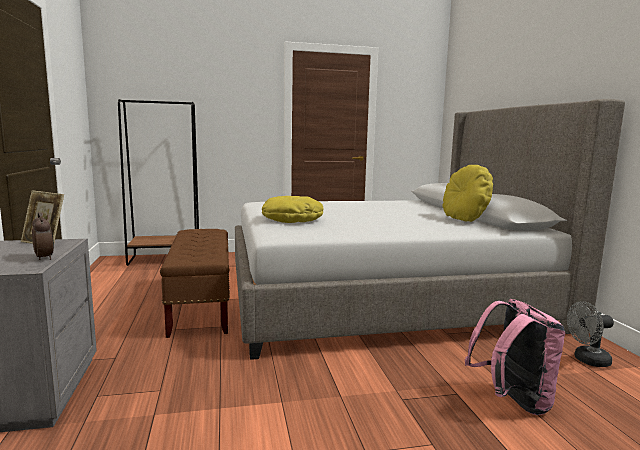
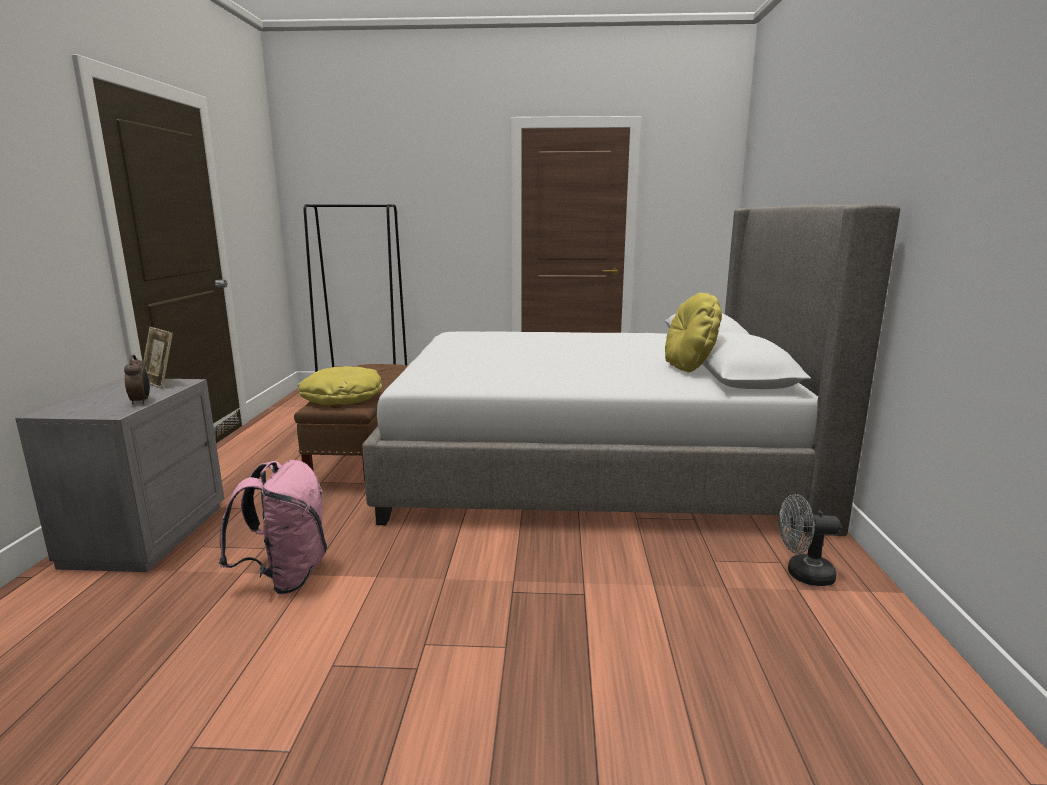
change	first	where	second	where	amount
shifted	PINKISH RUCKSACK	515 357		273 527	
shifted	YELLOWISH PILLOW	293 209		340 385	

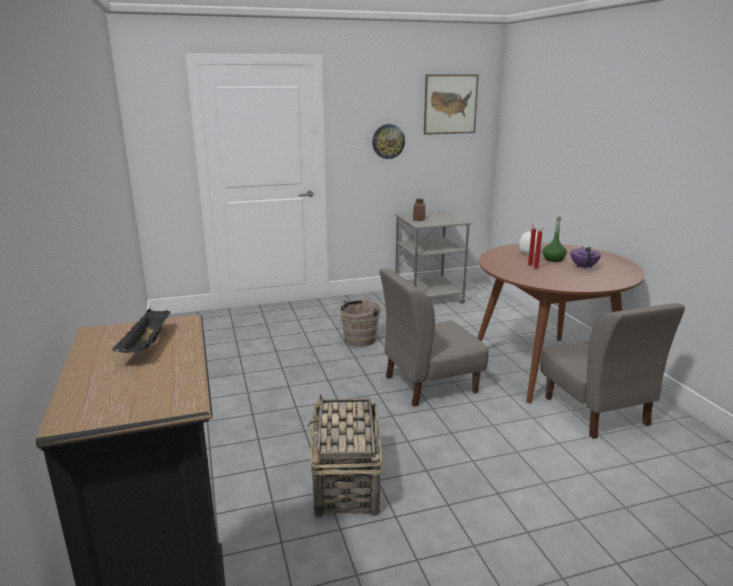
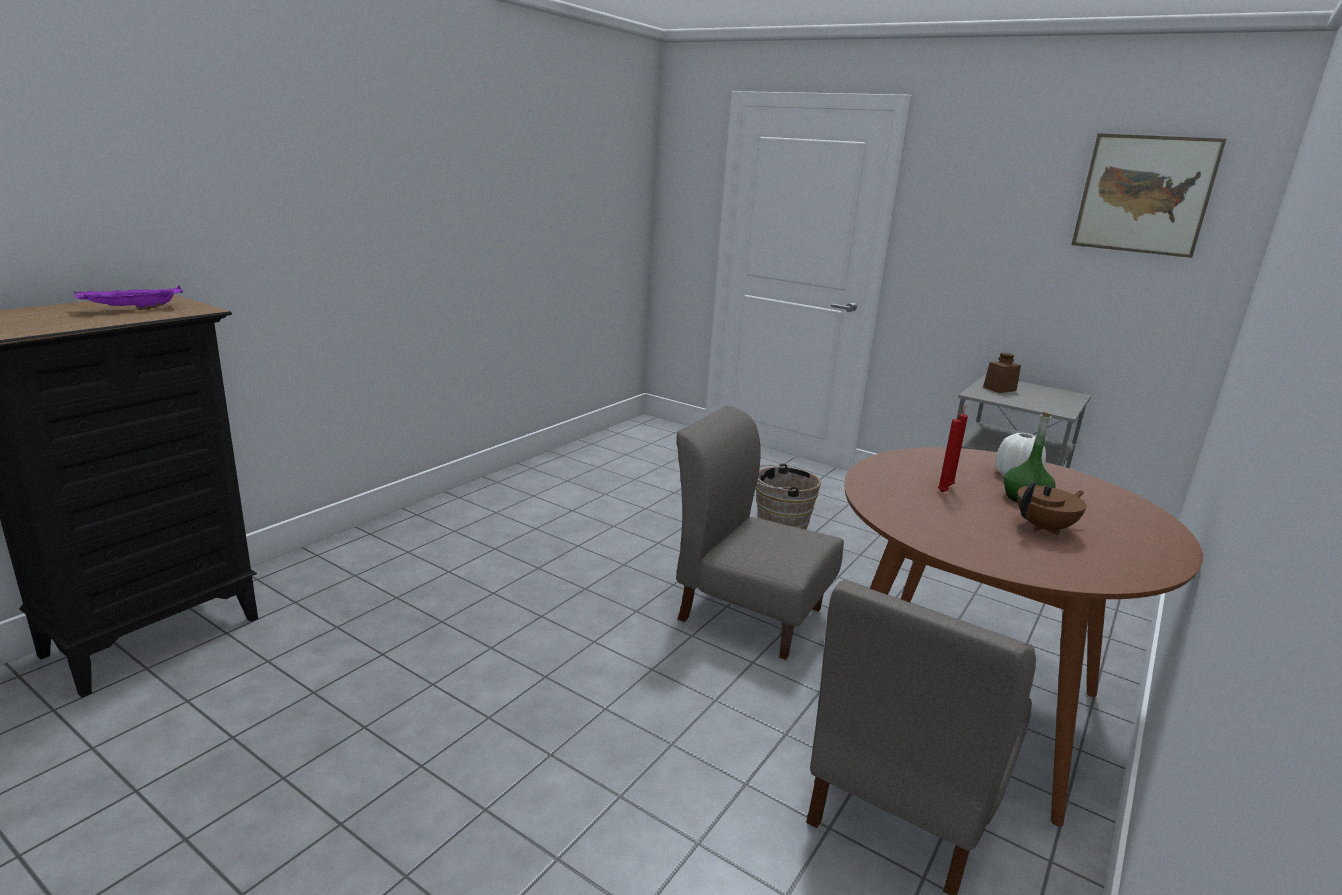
change	first	where	second	where	amount
repainted	BLACK-COLOURED SERVING TRAY	141 331	PURPLE SERVING TRAY	128 298	
repainted	PURPLE POT FOR TEA	586 258	BROWNISH POT FOR TEA	1051 509	
gone	BASKET	344 455			
gone	CLOCK ON THE WALL	388 141			

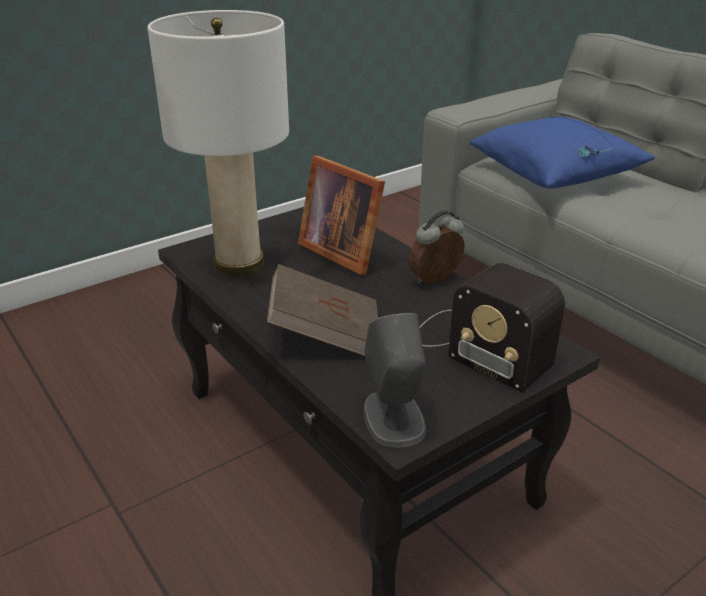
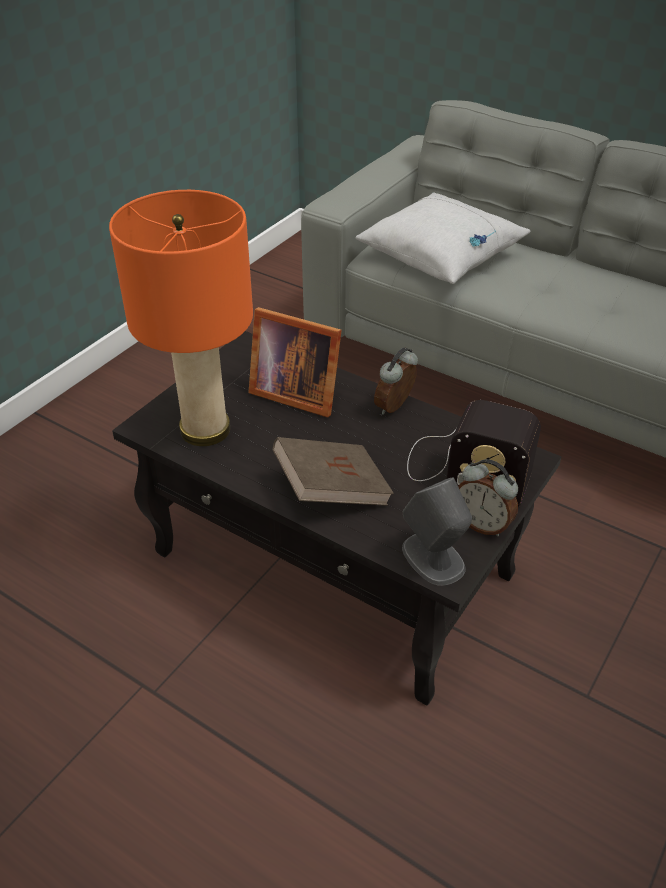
change	first	where	second	where	amount
repainted	WHITE TABLE LAMP	218 143	ORANGE-COLOURED TABLE LAMP	181 318	
repainted	BLUE PILLOW	562 152	GREY PILLOW	443 238	
new			TABLE CLOCK	488 498	

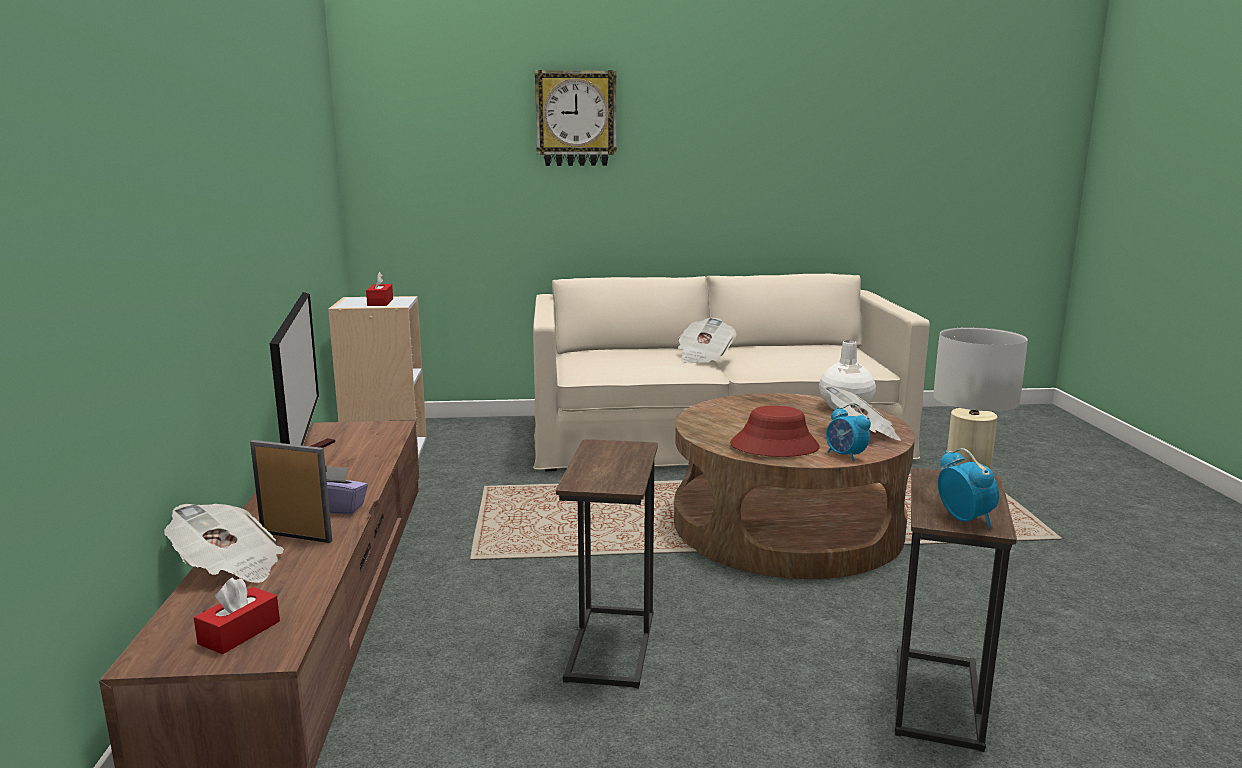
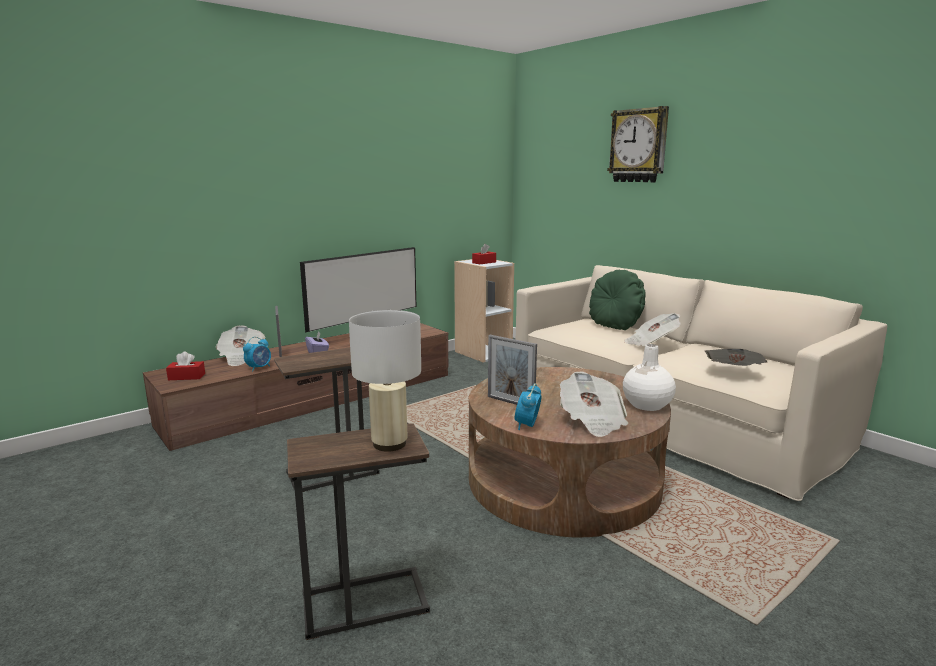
change	first	where	second	where	amount
shifted	TABLE CLOCK	968 487		257 354	
swapped	RED HAT	775 431	STANDING FRAME	512 370	
new			GREEN PILLOW	617 300	
new			NEWSPAPER	736 357	

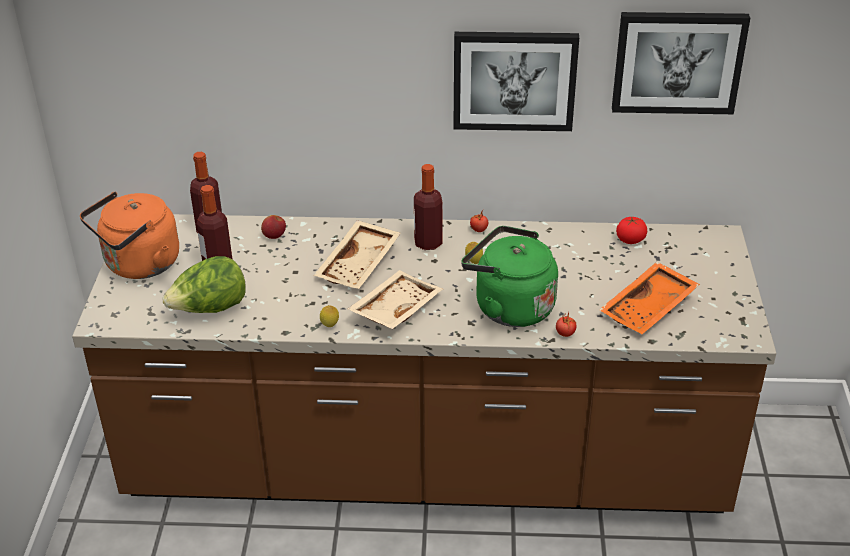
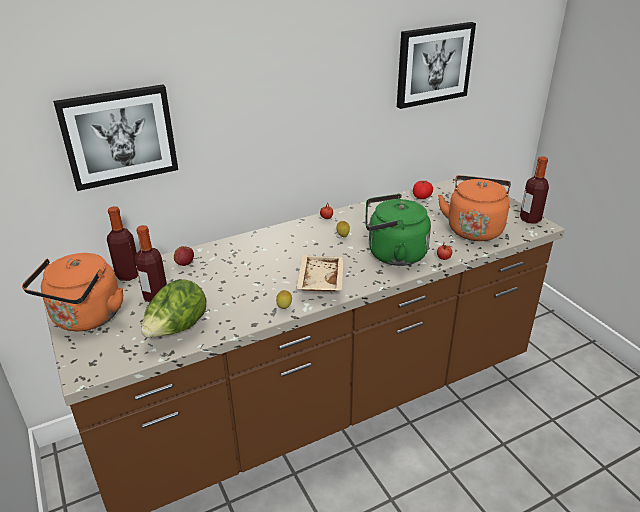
change	first	where	second	where	amount
shifted	PICTURE	516 81		115 137	
swapped	ORANGE-COLOURED SERVING TRAY	649 298	ORANGE-COLOURED TEA KETTLE	474 208	
shifted	BEVERAGE BOTTLE	428 207		534 190	
gone	BEIGE SERVING TRAY	357 254			

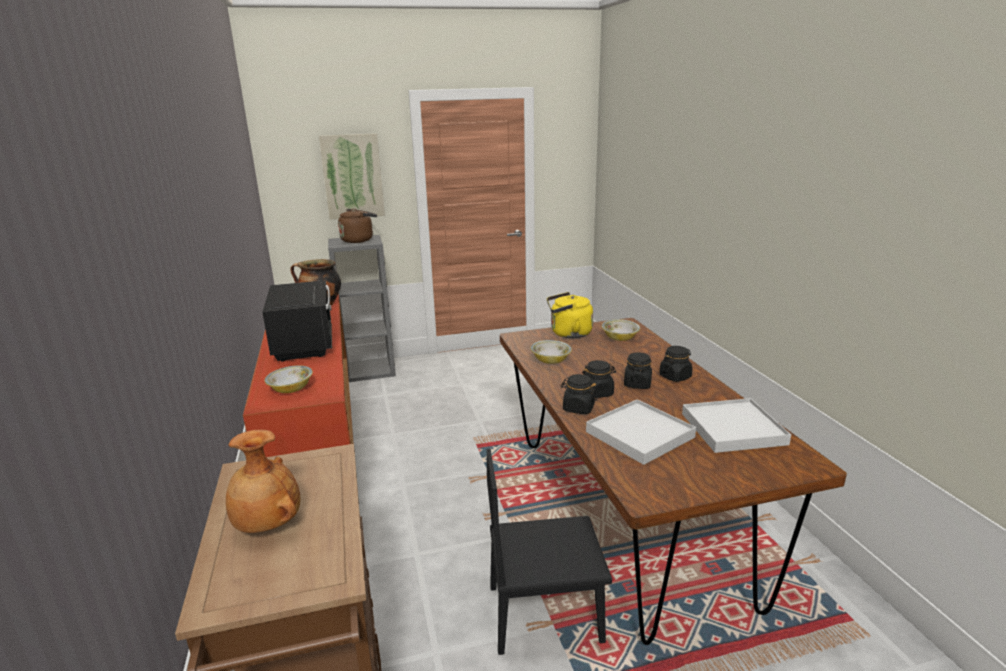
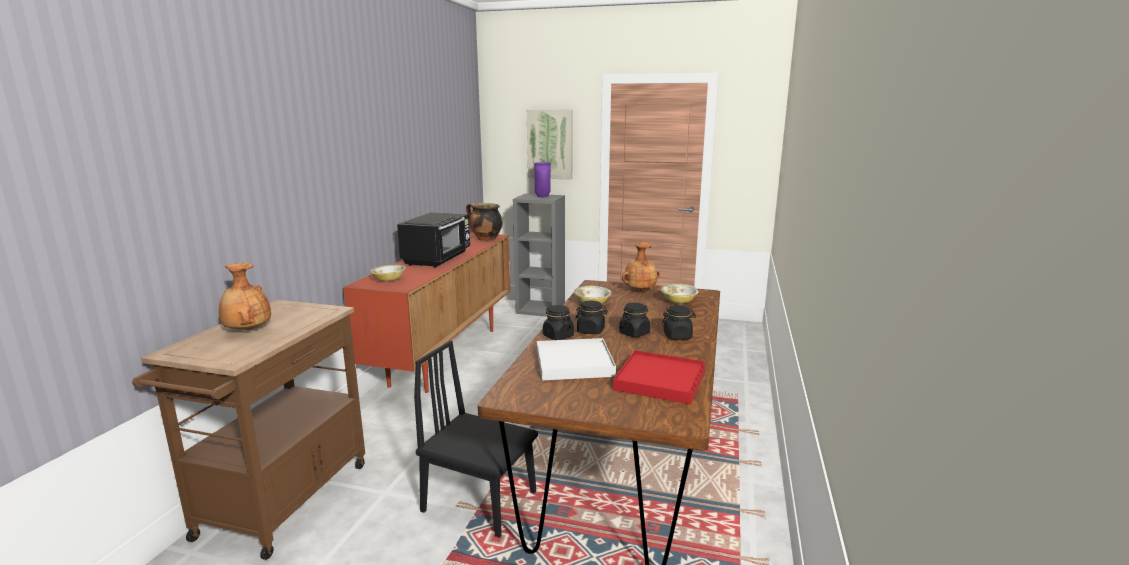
change	first	where	second	where	amount
swapped	BROWNISH TEA KETTLE	357 226	PURPLE DECORATIVE VASE	542 179	
repainted	WHITE SERVING TRAY	736 425	RED SERVING TRAY	659 377	
swapped	YELLOWISH TEA KETTLE	570 315	BROWNISH DECORATIVE VASE	641 266	

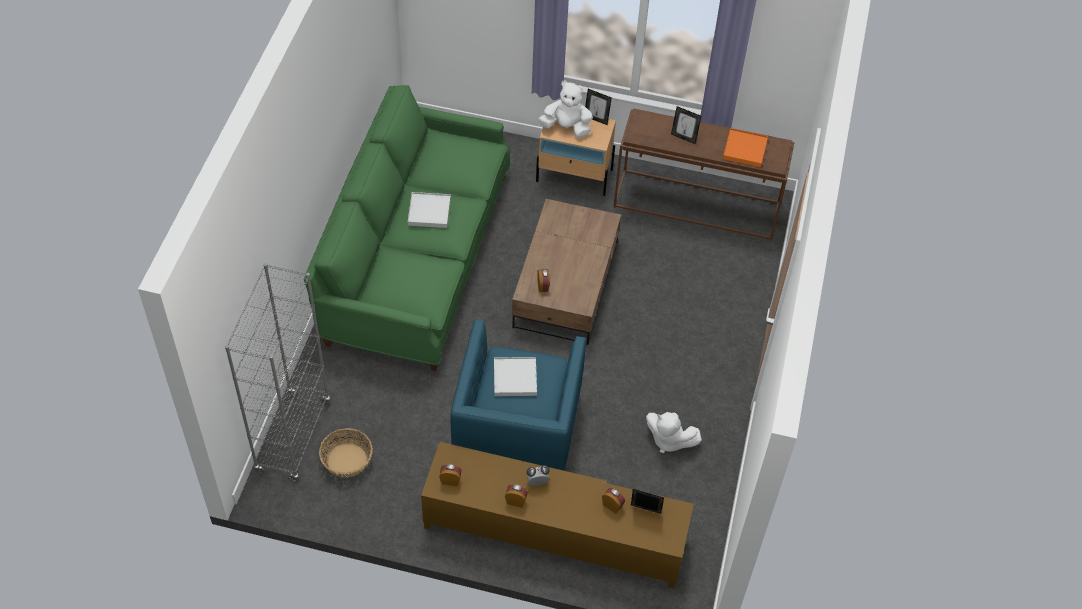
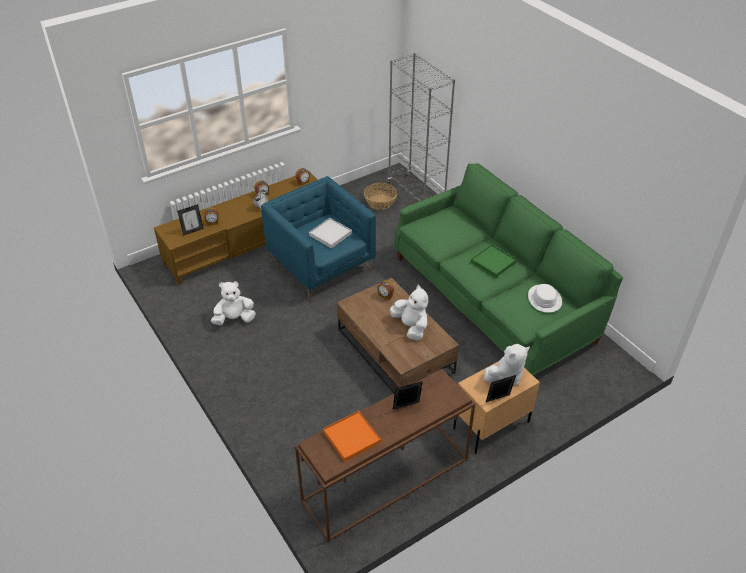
change	first	where	second	where	amount
new			WHITE CUDDLY TOY	409 312	
repainted	WHITE SERVING TRAY	429 210	GREEN SERVING TRAY	494 261	
new			WHITE HAT	545 298	

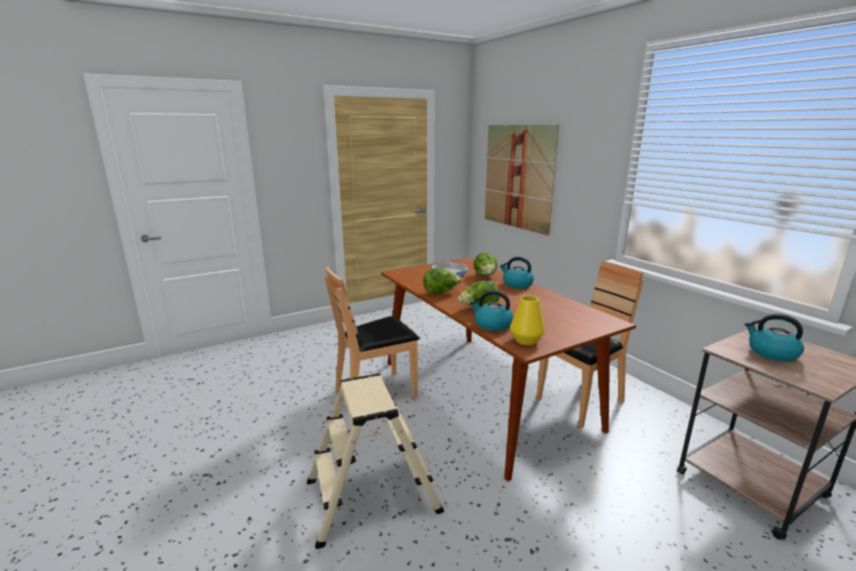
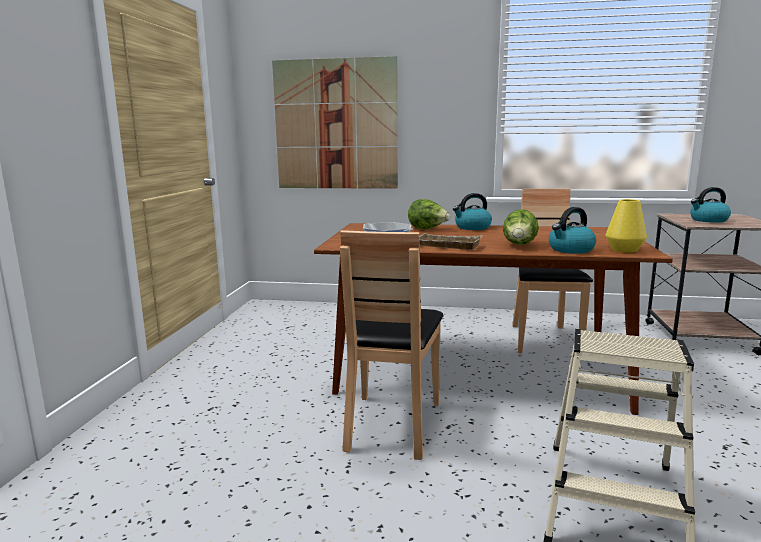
change	first	where	second	where	amount
swapped	HEAD OF LETTUCE	442 281	BEIGE SERVING TRAY	451 241	

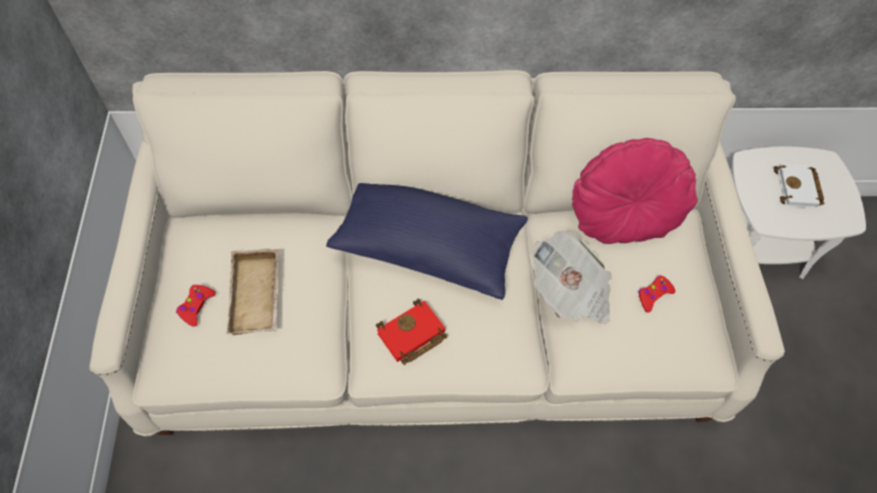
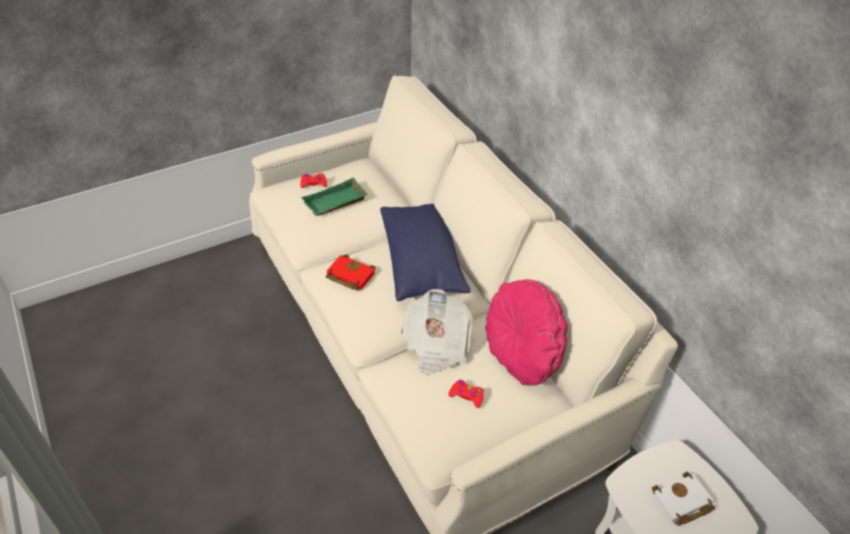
change	first	where	second	where	amount
repainted	BEIGE SERVING TRAY	253 292	GREEN SERVING TRAY	334 197	

